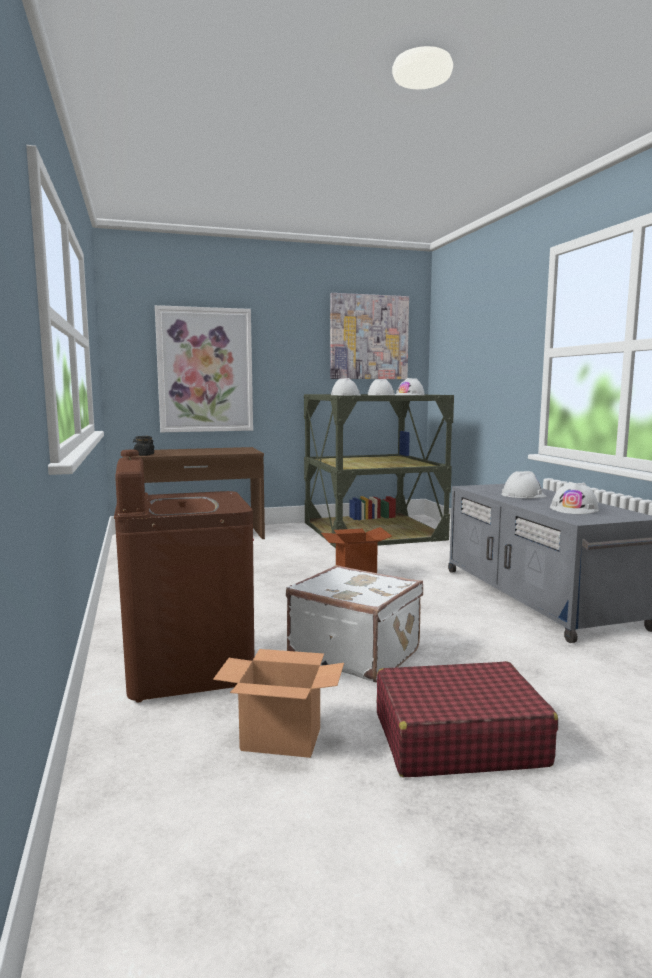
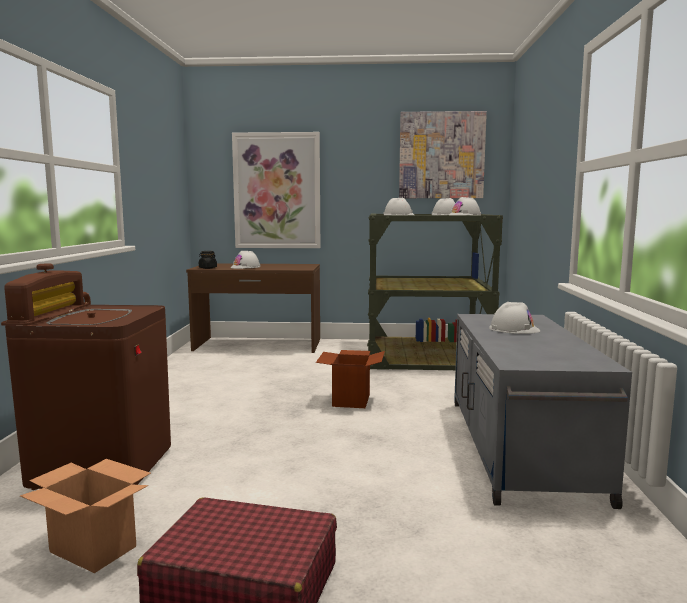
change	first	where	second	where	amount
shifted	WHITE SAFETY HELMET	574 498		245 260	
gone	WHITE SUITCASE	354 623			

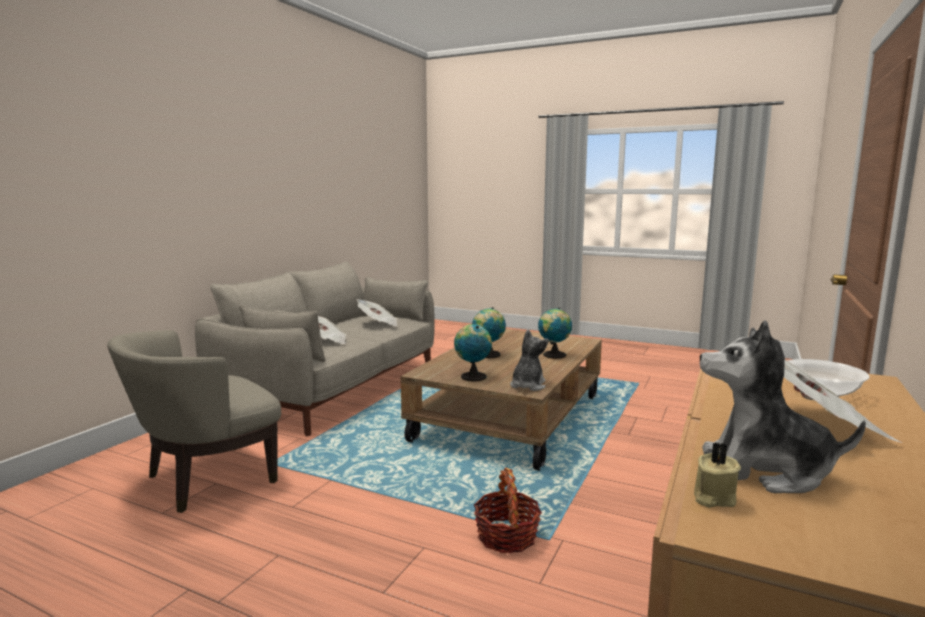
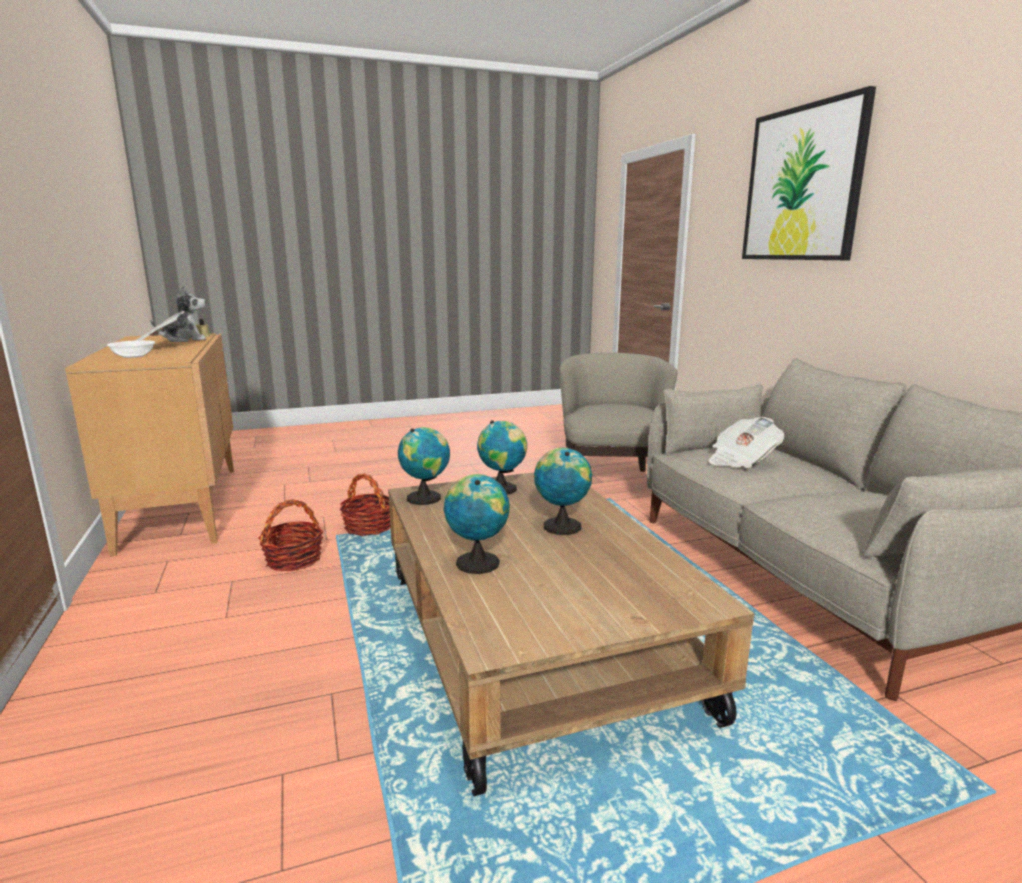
change	first	where	second	where	amount
new			BASKET	290 535	
swapped	CUDDLY TOY	529 360	WORLD GLOBE	424 466	
new			PICTURE	809 173	
gone	NEWSPAPER	376 312			

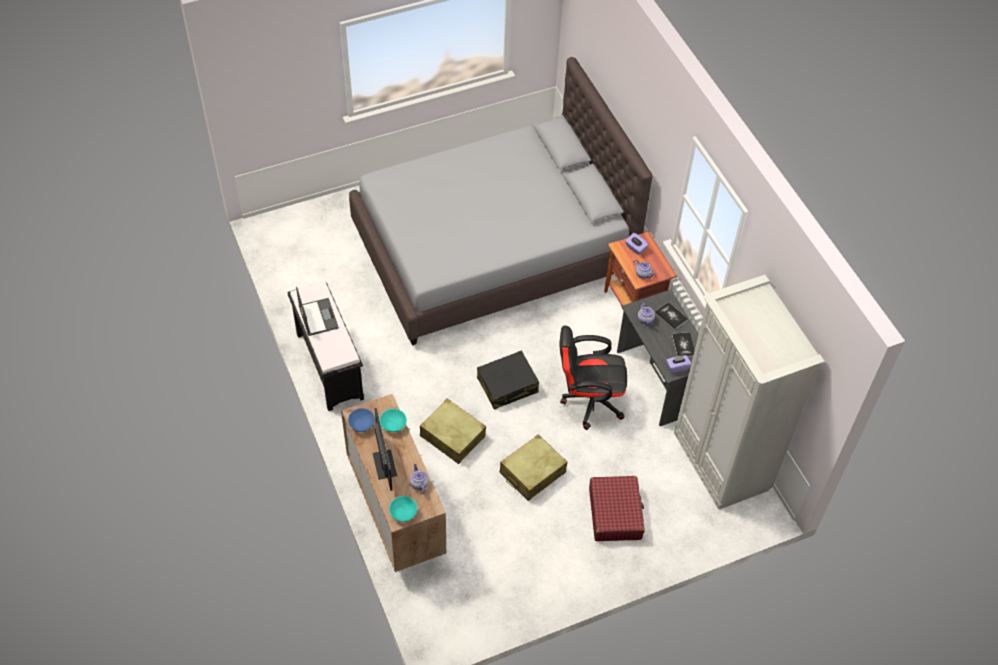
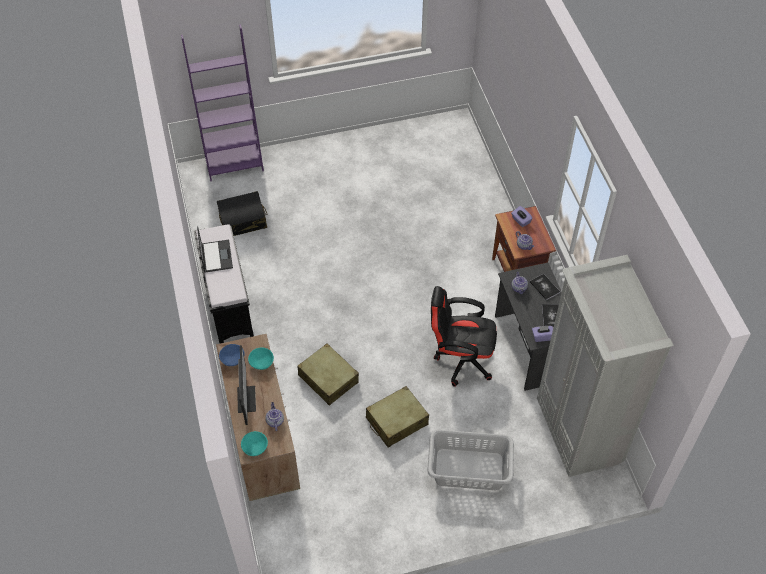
change	first	where	second	where	amount
new			PURPLE BOOKSHELF	222 102	
shifted	BLACK-COLOURED SUITCASE	508 380		242 213	
swapped	RED SUITCASE	617 508	GREY HAMPER	470 460	
gone	GREY SLEEPING BED	501 201			

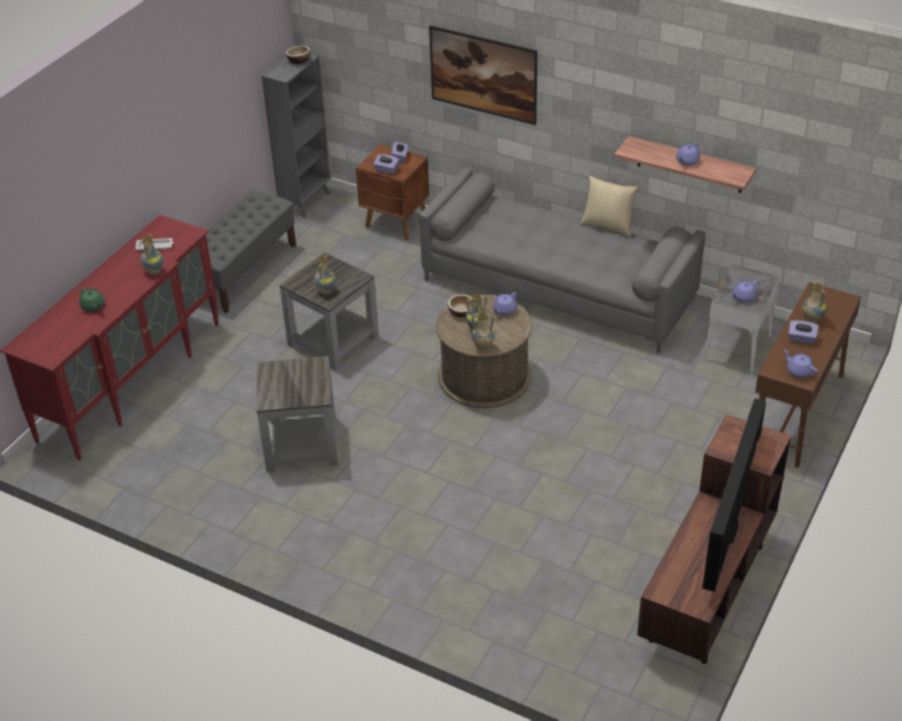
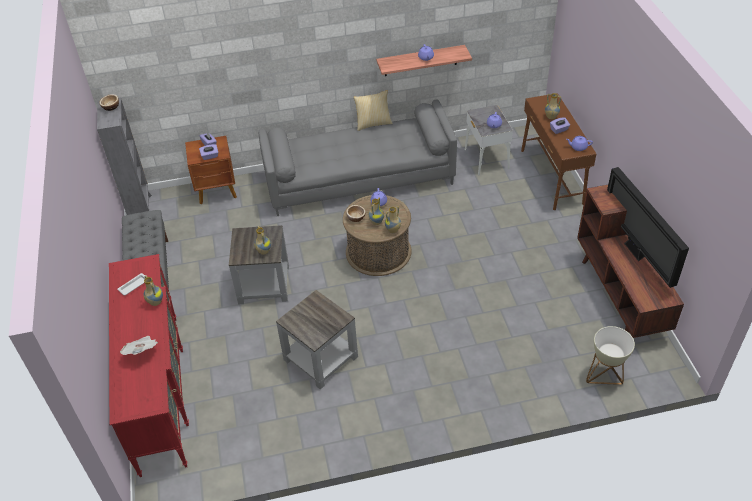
change	first	where	second	where	amount
swapped	GREEN POT FOR TEA	92 300	NEWSPAPER	139 345	
new			FLOWER POT	610 355	
gone	PICTURE	483 75			

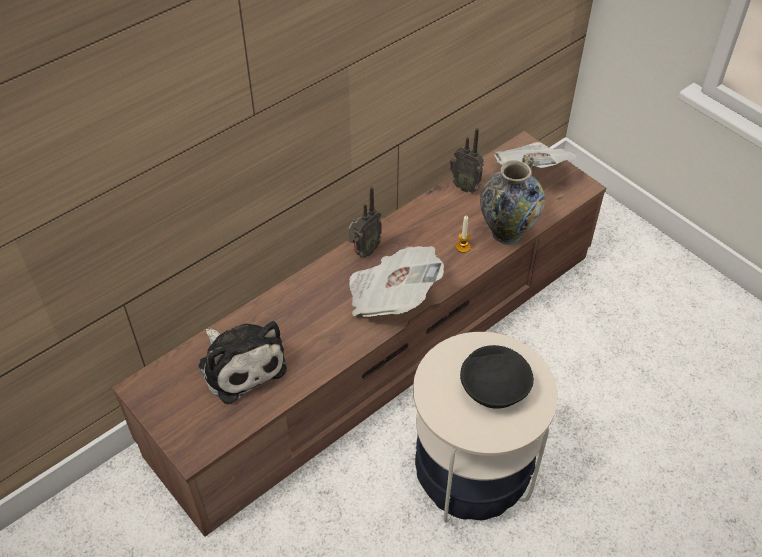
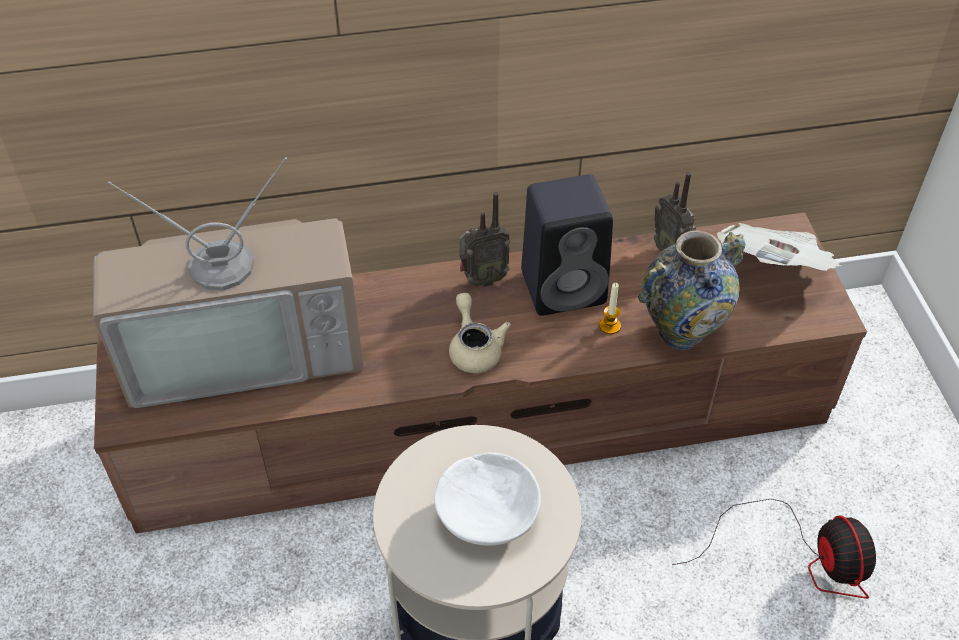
change	first	where	second	where	amount
swapped	CUDDLY TOY	243 362	TV	228 282	
repainted	BLACK-COLOURED DEEP DISH	497 377	WHITE DEEP DISH	487 499	
swapped	NEWSPAPER	396 281	BEIGE POT FOR TEA	480 333	
new			BLACK-COLOURED SPEAKER	567 245	
new			ELECTRIC FAN	774 549	

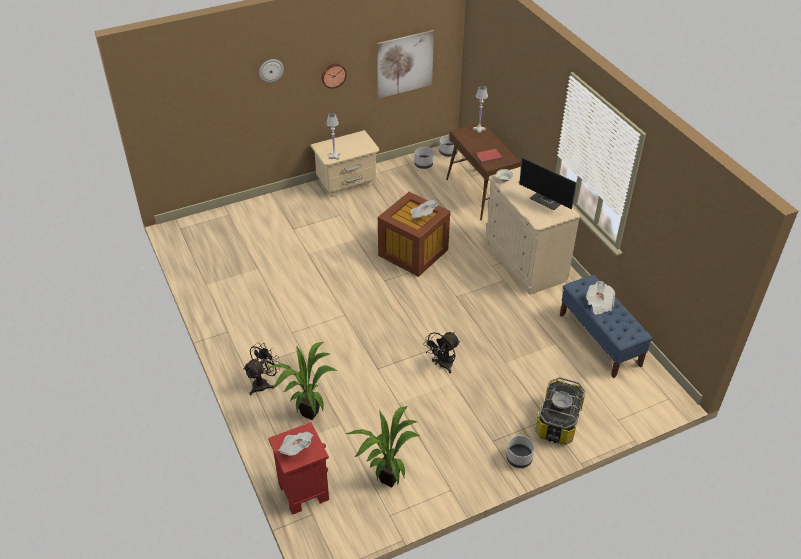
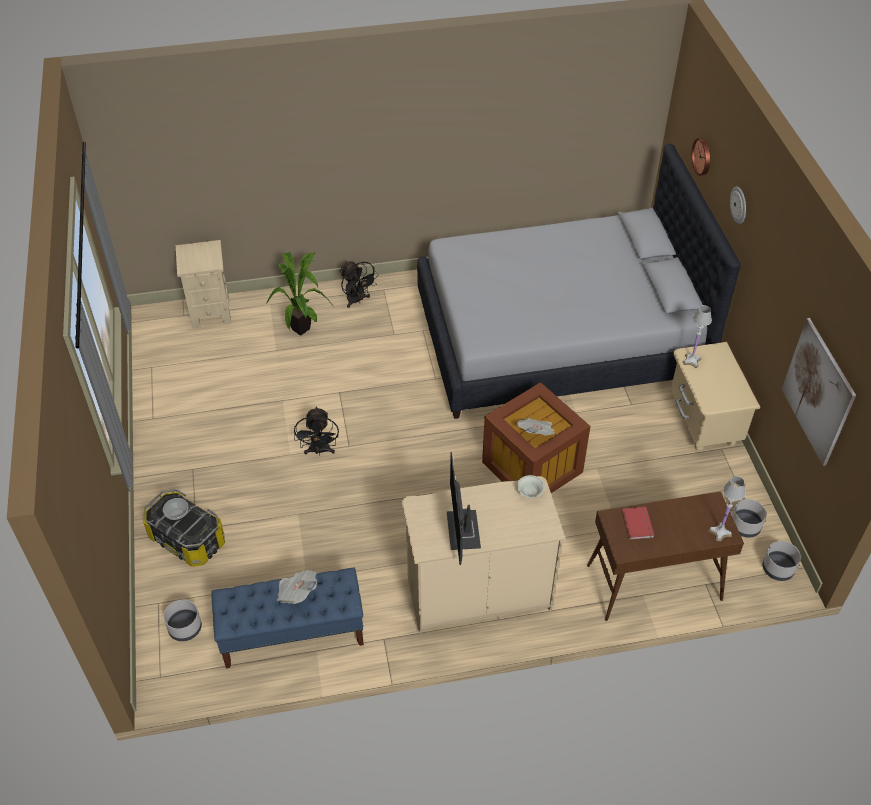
change	first	where	second	where	amount
shifted	GREY FLOWER POT	520 451		183 620	
repainted	RED NIGHT TABLE	298 468	BEIGE NIGHT TABLE	203 284	
rotated	BLACK-COLOURED ELECTRIC FAN	441 353		316 431	150 degrees counterclockwise
new			GREY SLEEPING BED	579 281	
rotated	MONITOR	547 184		463 508	60 degrees counterclockwise
shifted	CLOCK ON THE WALL	334 76		701 157	
gone	NEWSPAPER	295 443			
gone	POTTED PLANT	383 446			

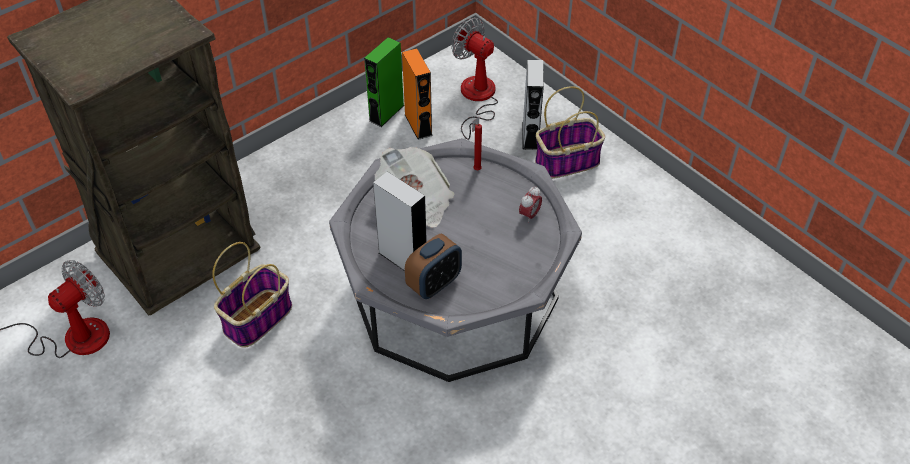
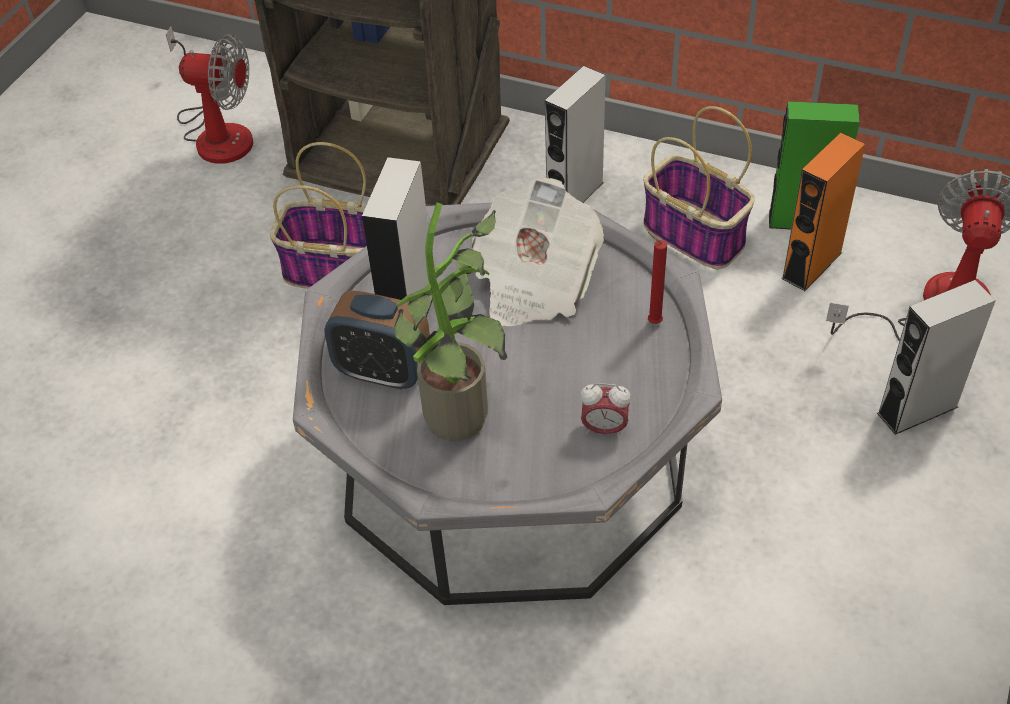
change	first	where	second	where	amount
new			POTTED PLANT	450 321	
new			GREY SPEAKER	575 134	
shifted	BASKET	570 132		699 187	

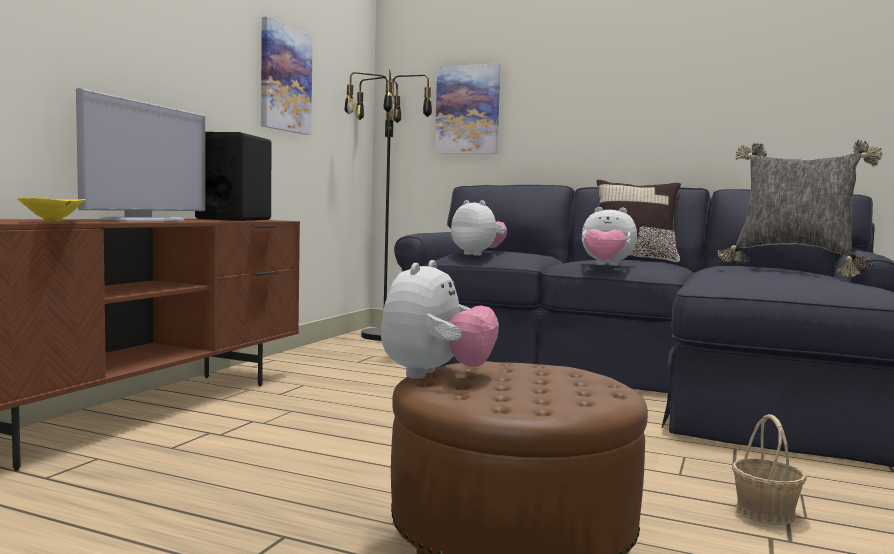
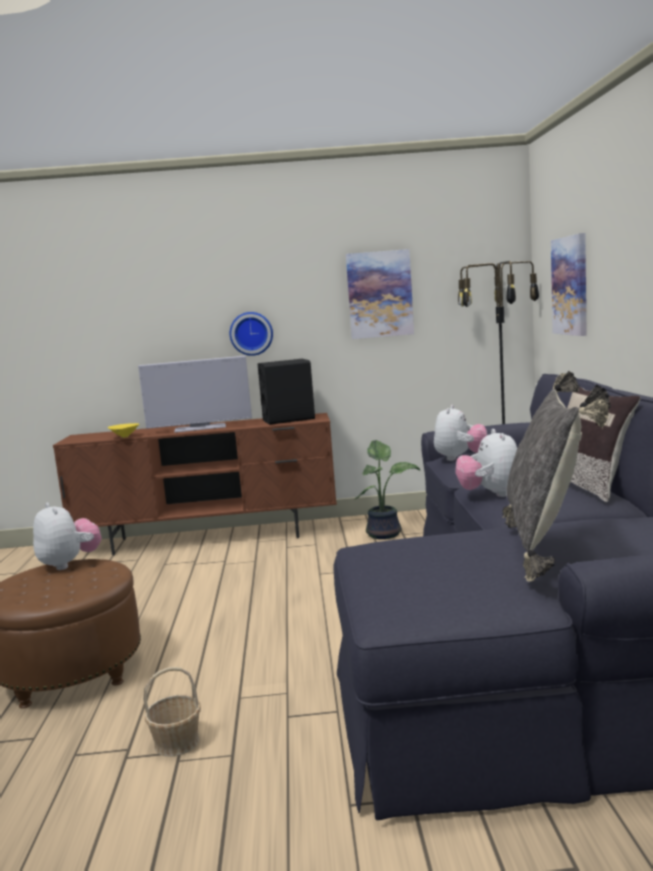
change	first	where	second	where	amount
rotated	CUDDLY TOY	440 319		67 536	120 degrees counterclockwise
new			CLOCK ON THE WALL	251 334	
new			POTTED PLANT	387 489	

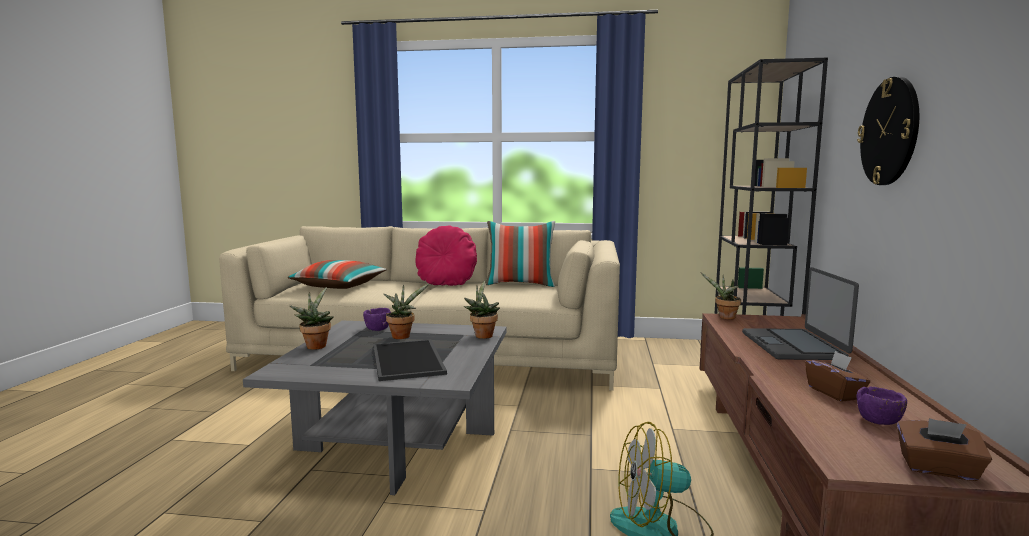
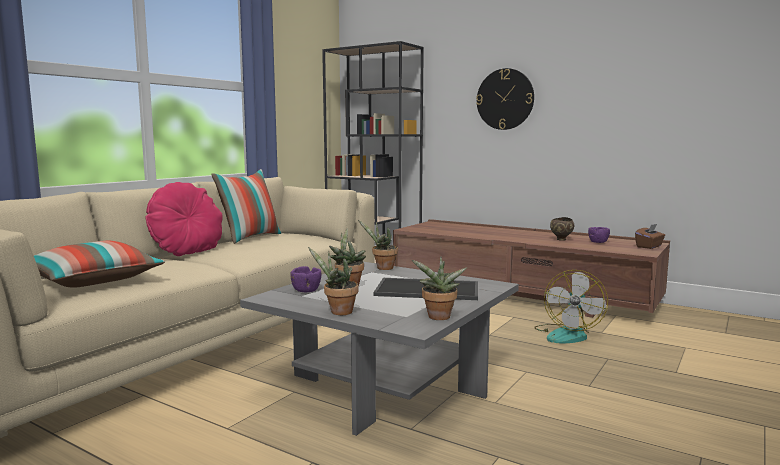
change	first	where	second	where	amount
shifted	POTTED PLANT	720 296		439 288	
swapped	BROWNISH TISSUE BOX	837 376	BROWNISH DEEP DISH	562 229	
gone	LAPTOP	800 313			

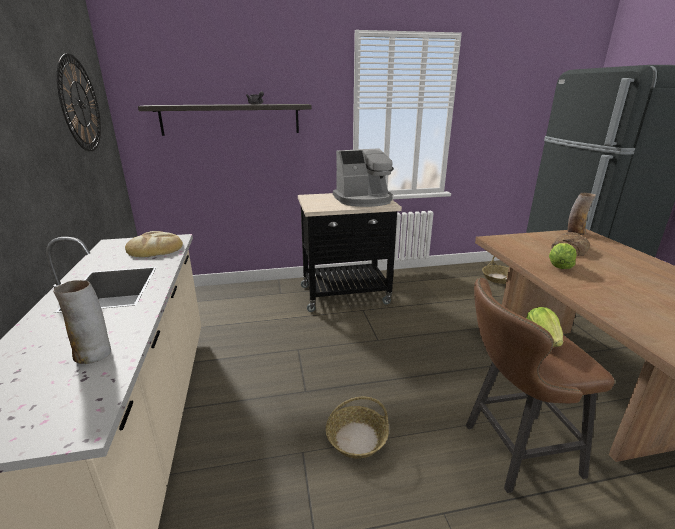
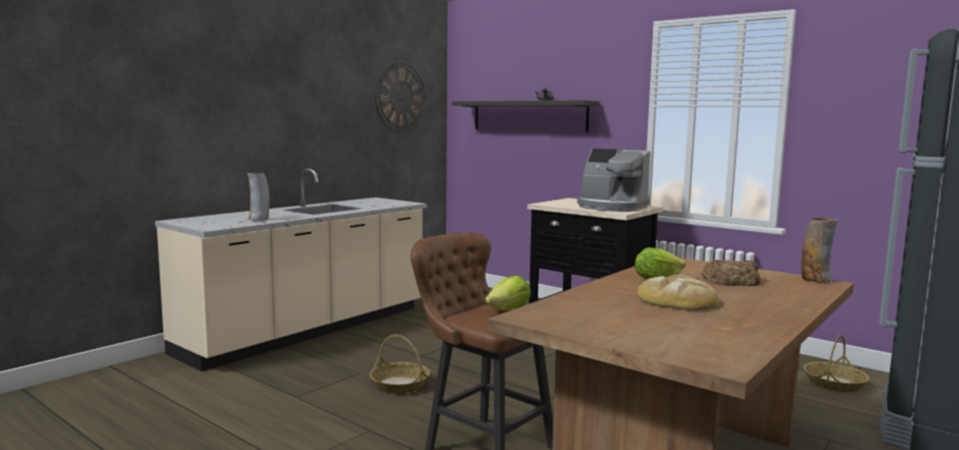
change	first	where	second	where	amount
shifted	BREAD	154 244		678 292	

